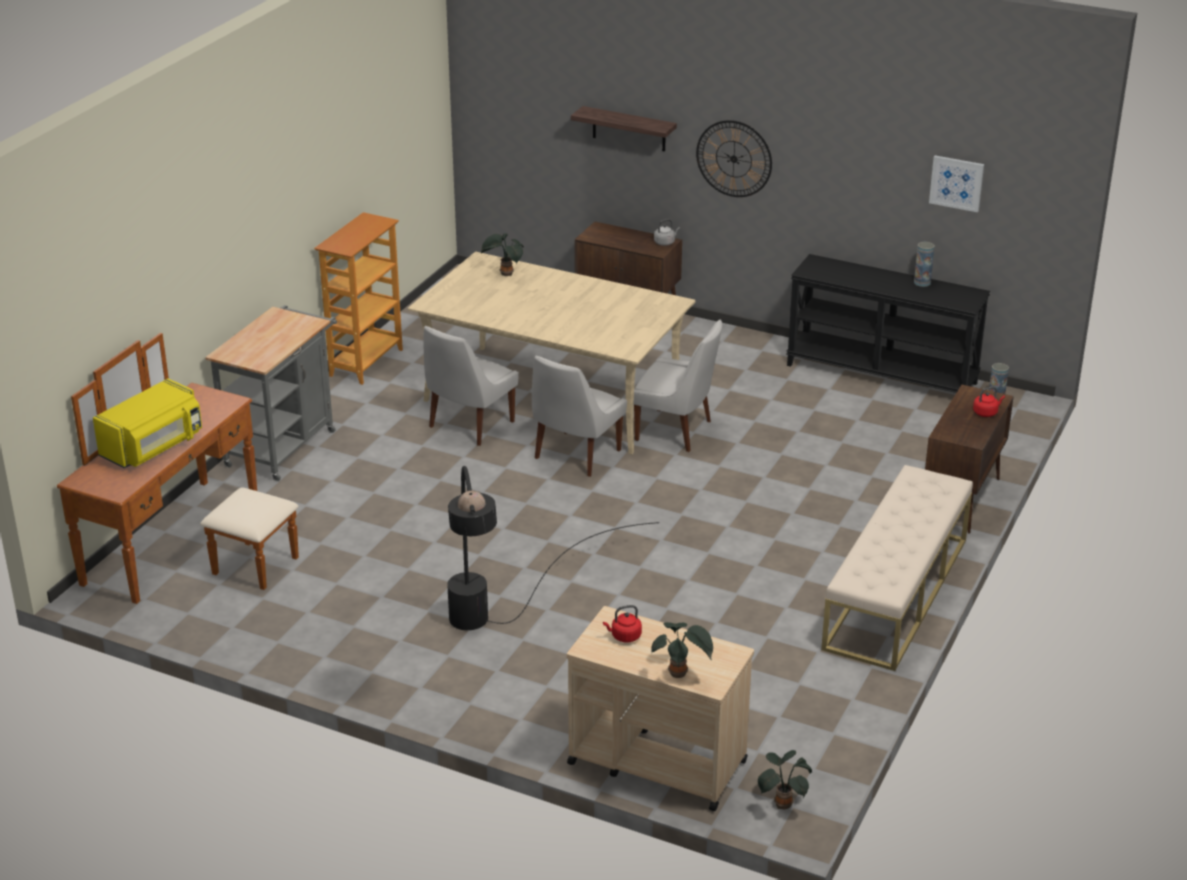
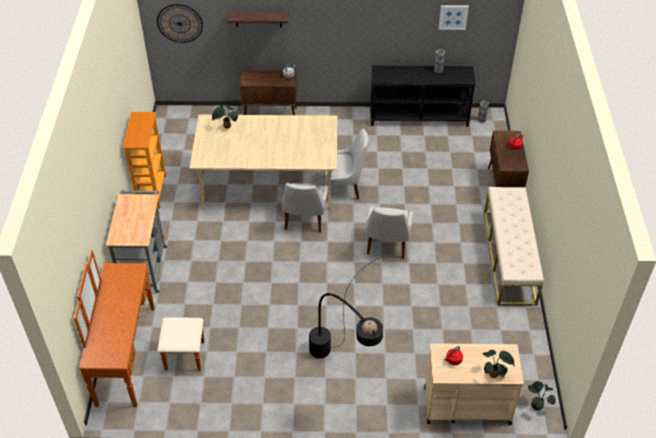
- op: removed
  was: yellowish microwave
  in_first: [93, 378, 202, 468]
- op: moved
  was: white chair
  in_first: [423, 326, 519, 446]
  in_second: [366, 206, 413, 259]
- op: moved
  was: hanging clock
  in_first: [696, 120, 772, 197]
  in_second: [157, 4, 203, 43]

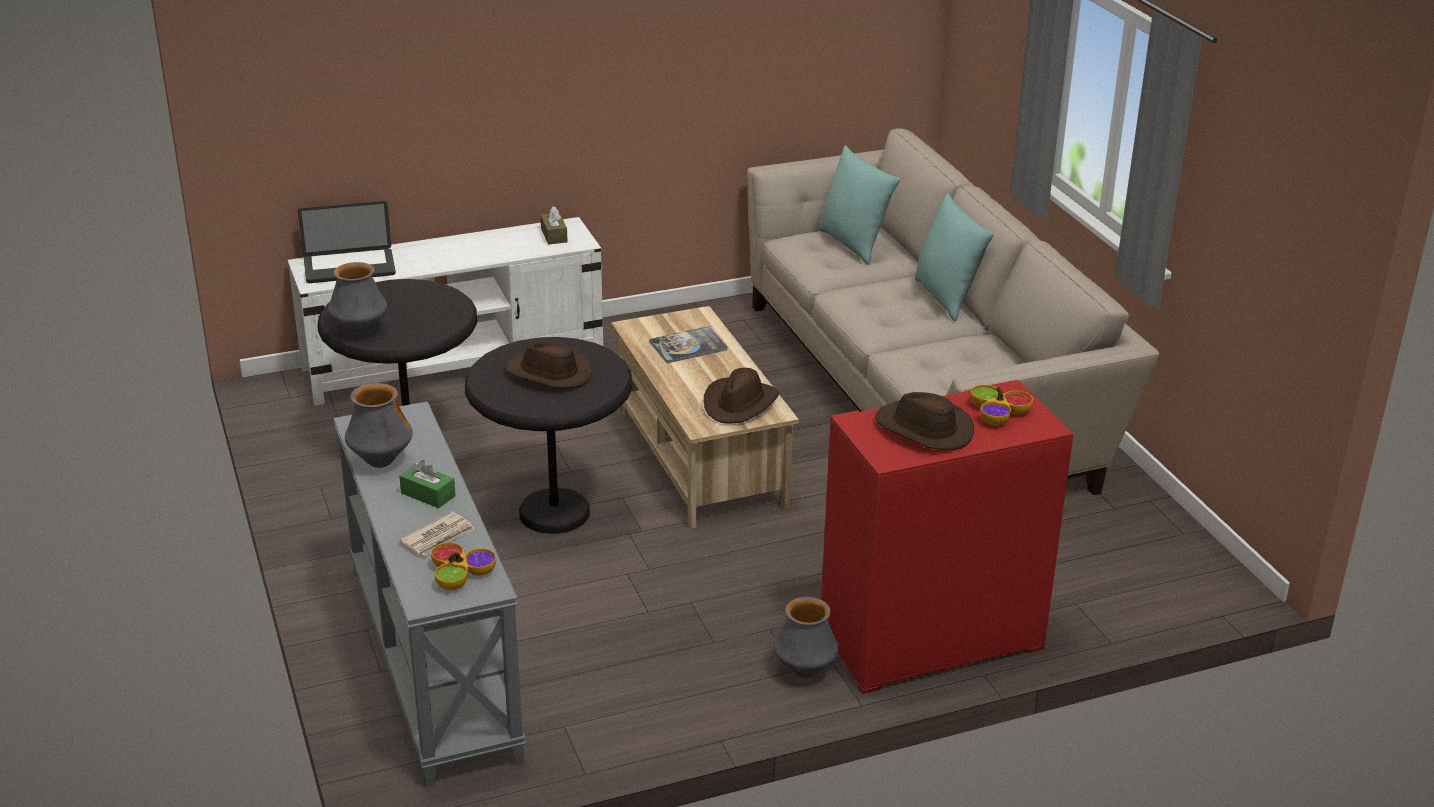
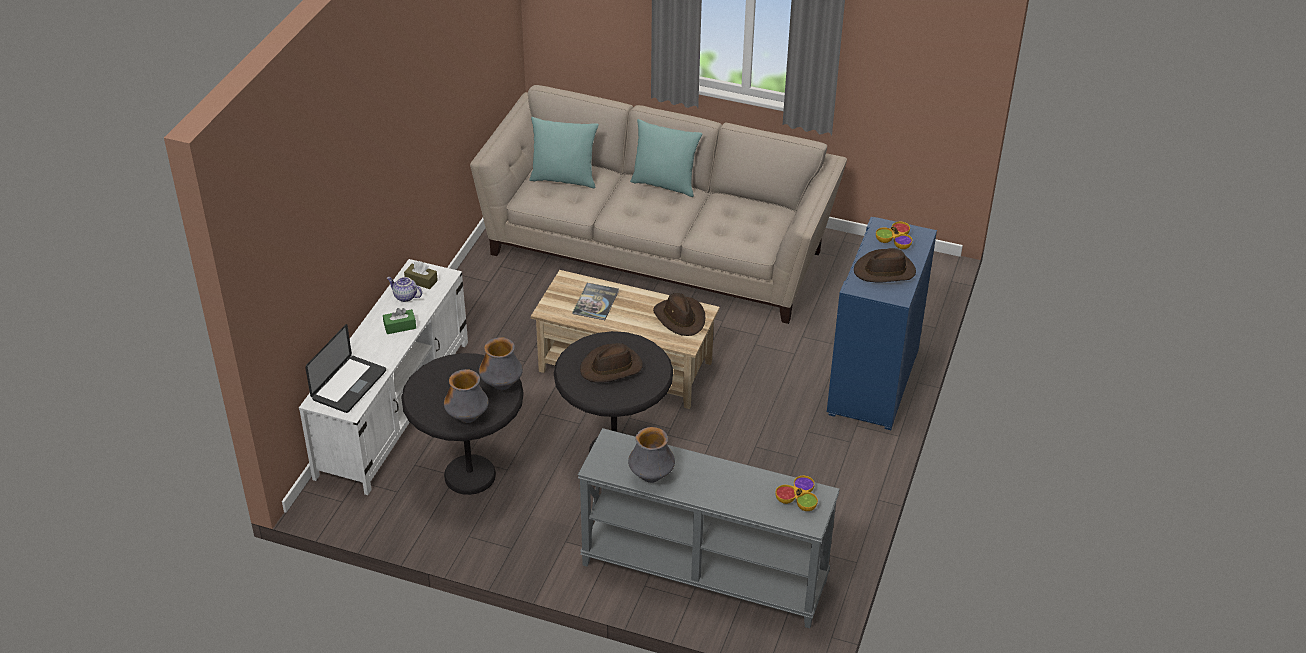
- op: removed
  was: daily paper
  in_first: [399, 512, 475, 556]
- op: added
  now: pot for tea
  in_second: [387, 277, 422, 302]
- op: moved
  was: greenish box of tissues
  in_first: [399, 460, 456, 508]
  in_second: [383, 308, 416, 334]
- op: moved
  was: decorative vase
  in_first: [773, 597, 838, 678]
  in_second: [479, 337, 523, 390]
- op: recoloured
  was: red cupboard
  now: blue cupboard
  in_first: [821, 380, 1074, 694]
  in_second: [827, 217, 937, 430]

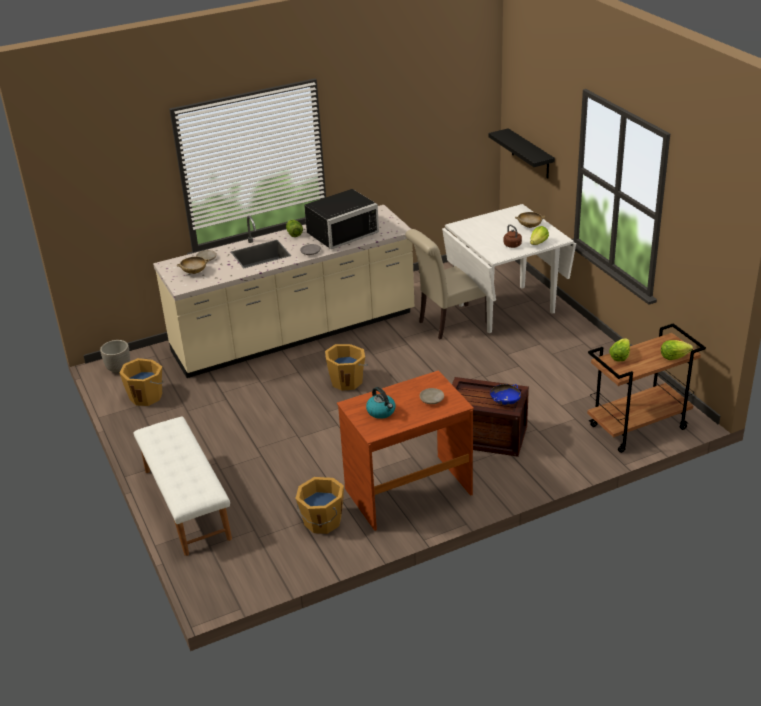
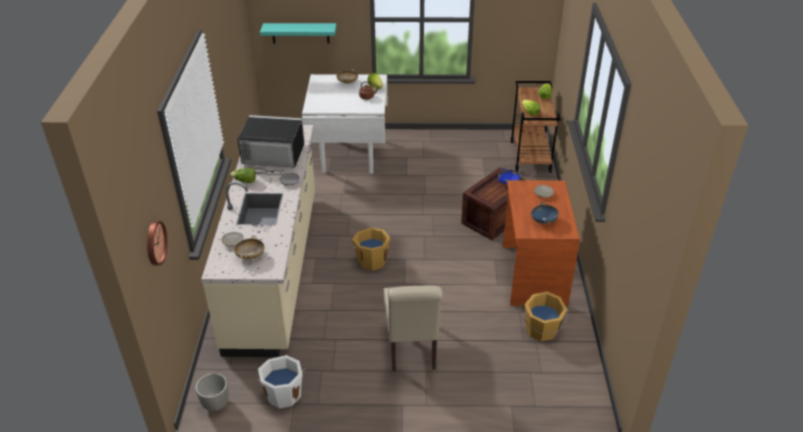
- op: removed
  was: white bench
  in_first: [134, 417, 232, 556]
- op: added
  now: hanging clock
  in_second: [147, 221, 167, 265]
- op: moved
  was: sand-coloured chair
  in_first: [405, 229, 487, 340]
  in_second: [384, 285, 443, 371]
- op: replaced
  was: tea kettle
  now: blue serving bowl
  in_first: [366, 387, 396, 419]
  in_second: [531, 202, 559, 224]
- op: recoloured
  was: orange-coloured water bucket
  now: white water bucket
  in_first: [119, 358, 164, 406]
  in_second: [255, 355, 306, 409]
- op: recoloured
  was: black-coloured shelf
  now: turquoise shelf
  in_first: [488, 128, 555, 179]
  in_second: [260, 23, 336, 44]
- op: turned
  was: black-coloured microwave
  in_first: [304, 189, 379, 249]
  in_second: [238, 115, 305, 175]
  clockwise: -75

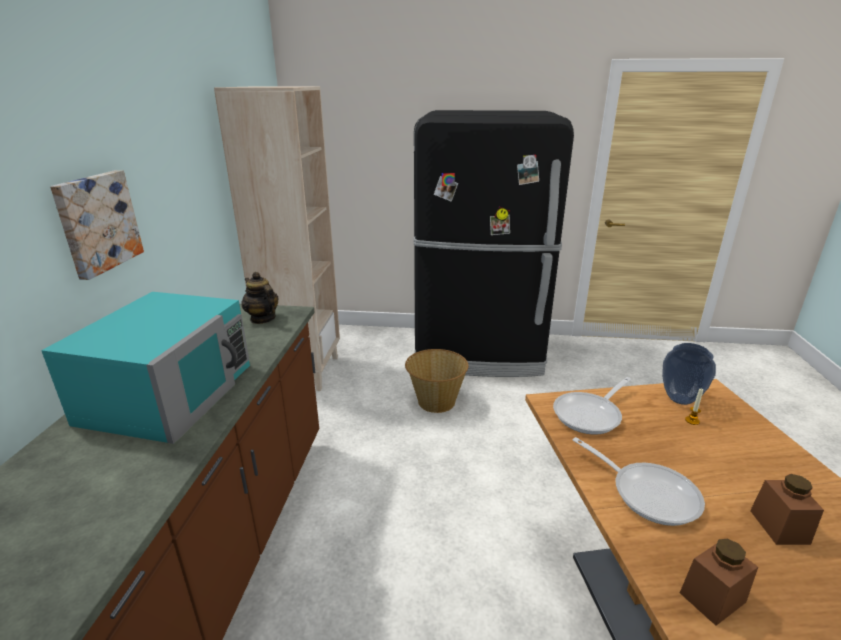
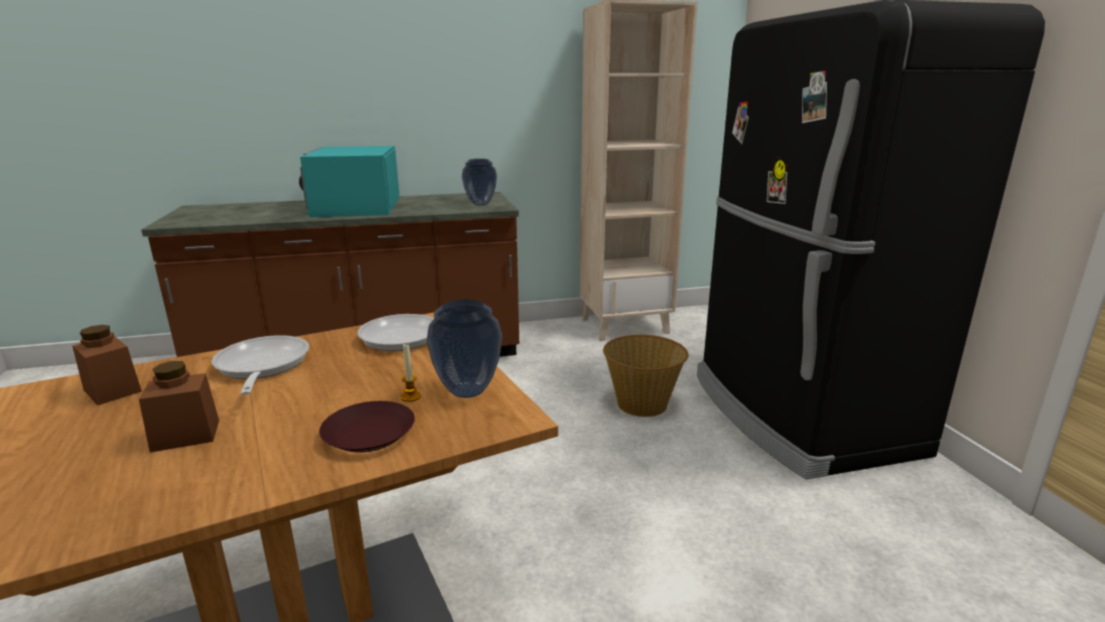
- op: removed
  was: wall art
  in_first: [50, 170, 144, 280]
- op: added
  now: brown plate
  in_second: [319, 401, 415, 453]
- op: replaced
  was: pot for tea
  now: decorative vase
  in_first: [241, 272, 279, 324]
  in_second: [462, 159, 497, 205]
- op: turned
  was: turquoise microwave
  in_first: [41, 292, 250, 444]
  in_second: [299, 146, 399, 217]
  clockwise: 90
- op: turned
  was: skillet
  in_first: [573, 437, 705, 526]
  in_second: [212, 335, 309, 395]
  clockwise: 135

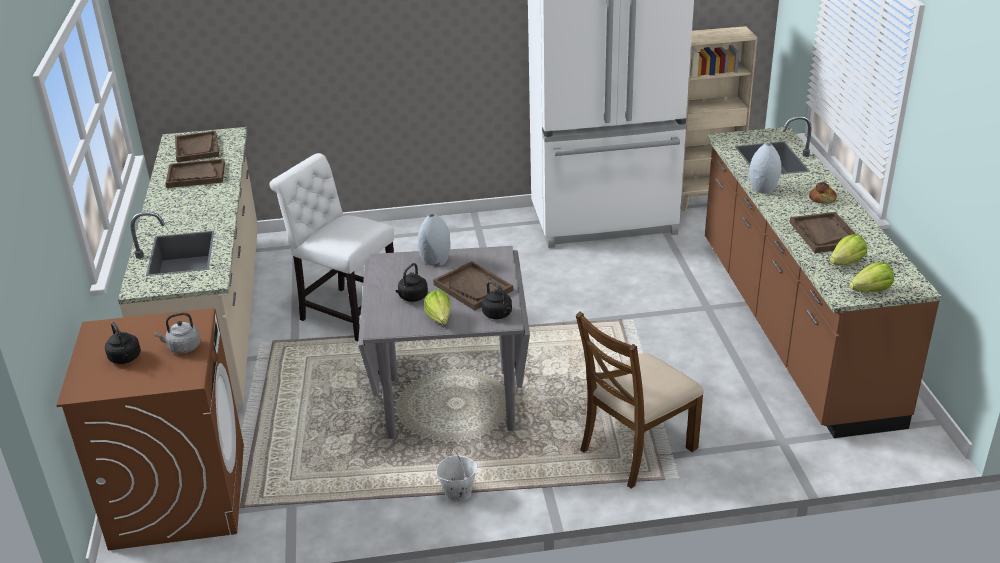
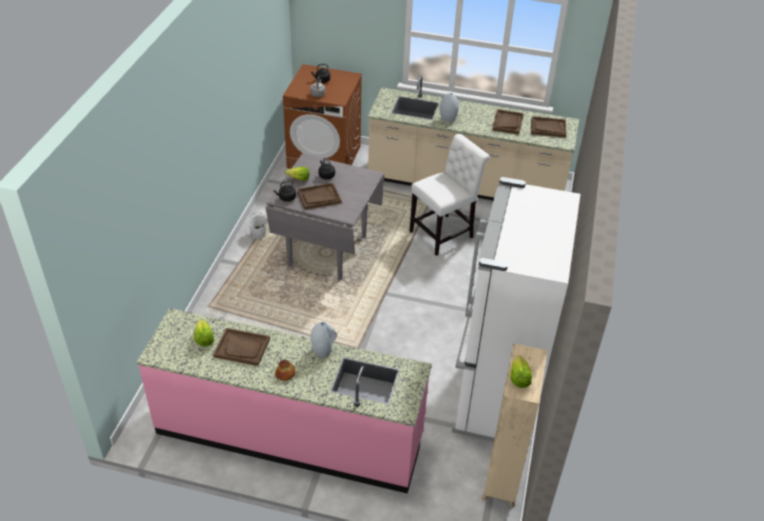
- op: removed
  was: brown chair
  in_first: [576, 312, 704, 489]
- op: moved
  was: gray decorative vase
  in_first: [418, 214, 451, 266]
  in_second: [440, 93, 459, 122]
- op: moved
  was: lettuce head
  in_first: [850, 262, 894, 292]
  in_second: [510, 355, 532, 388]
- op: recoloured
  was: brown counter
  now: pink-coloured counter
  in_first: [705, 116, 942, 438]
  in_second: [137, 308, 432, 494]

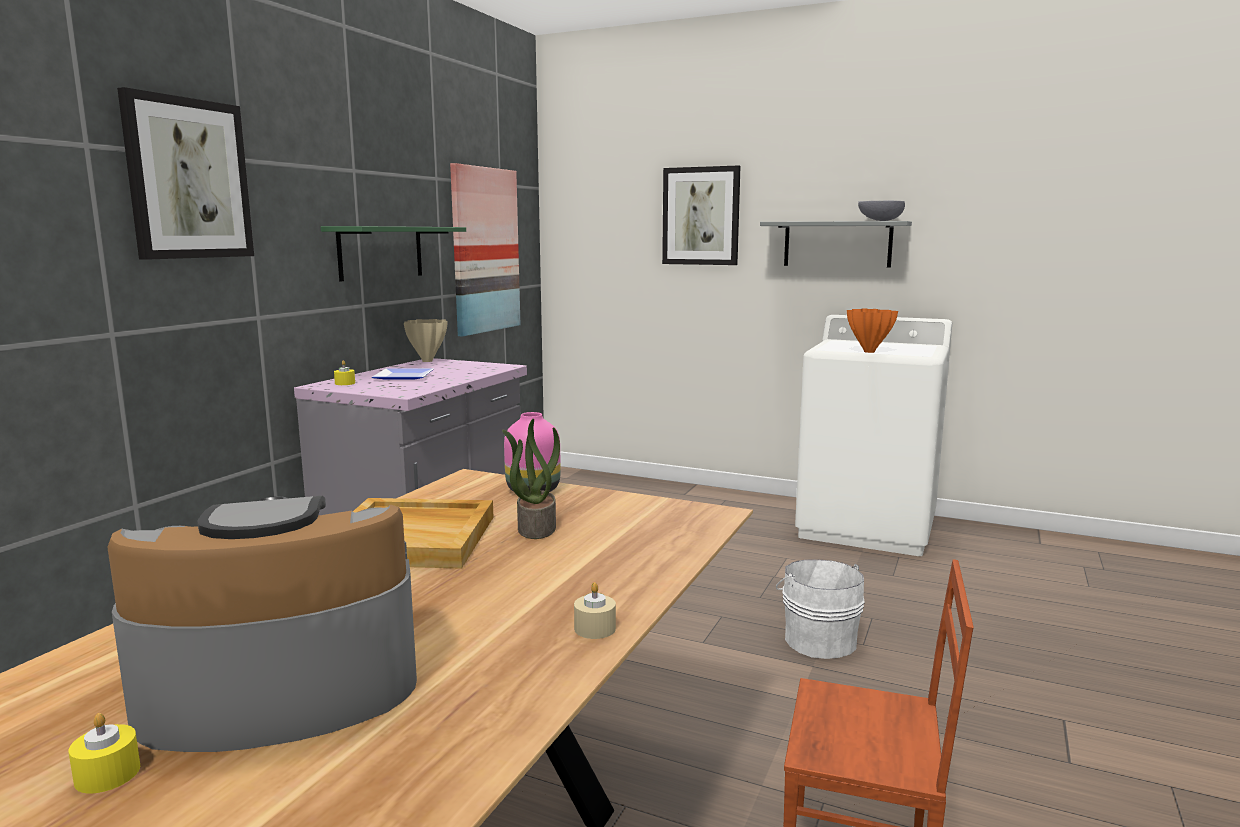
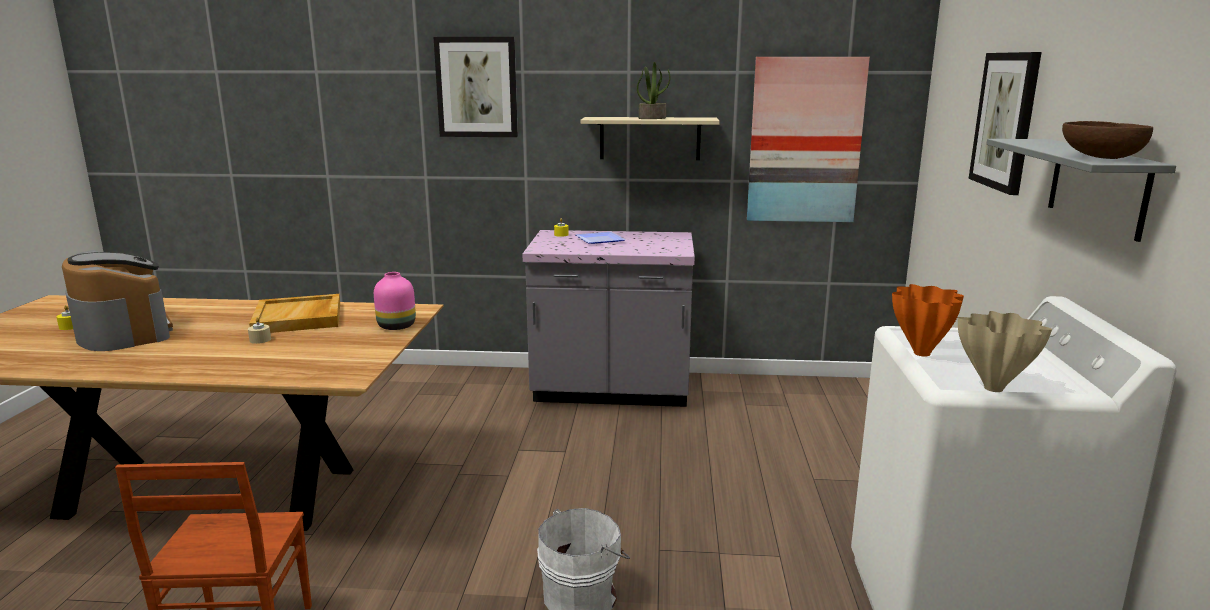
- op: moved
  was: sand-coloured decorative vase
  in_first: [404, 319, 448, 362]
  in_second: [958, 311, 1052, 392]
- op: moved
  was: plant in a pot
  in_first: [502, 419, 560, 539]
  in_second: [637, 62, 670, 119]
- op: moved
  was: sand-coloured wax candle
  in_first: [574, 582, 616, 639]
  in_second: [248, 317, 271, 344]
- op: recoloured
  was: greenish shelf
  now: sand-coloured shelf
  in_first: [321, 226, 466, 281]
  in_second: [580, 117, 720, 160]
- op: recoloured
  was: gray serving bowl
  now: brown serving bowl
  in_first: [858, 201, 905, 221]
  in_second: [1062, 121, 1153, 159]

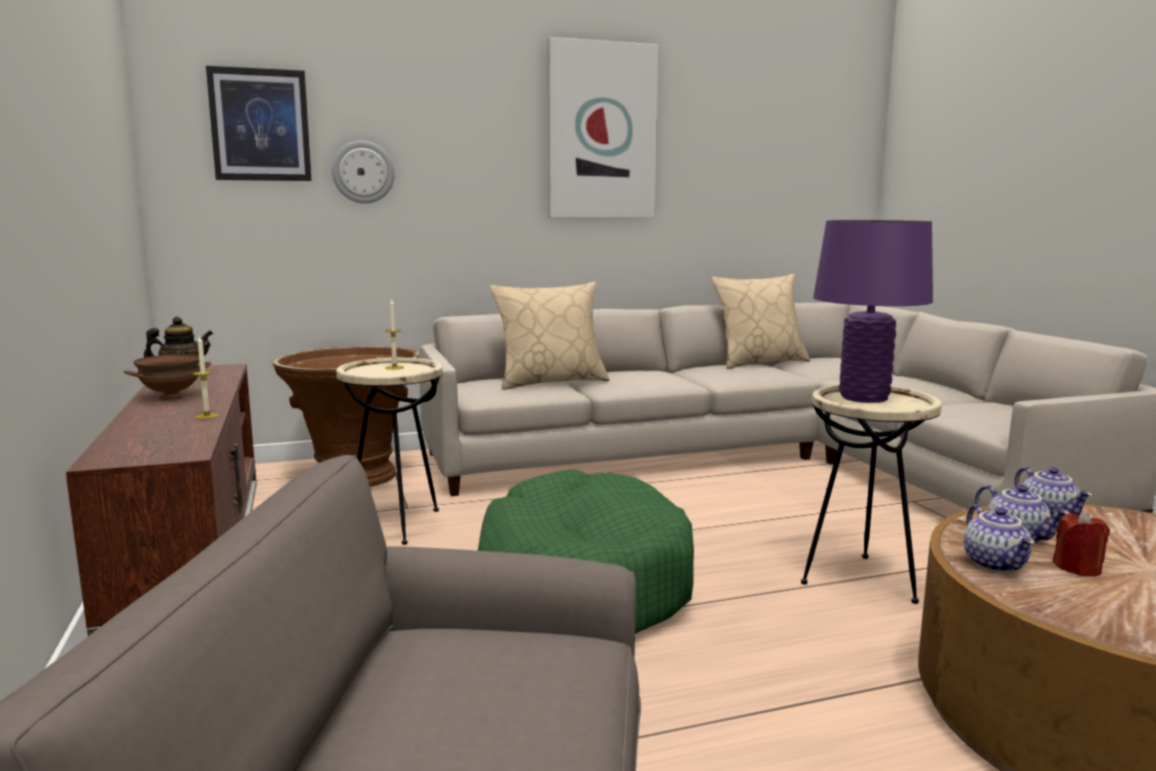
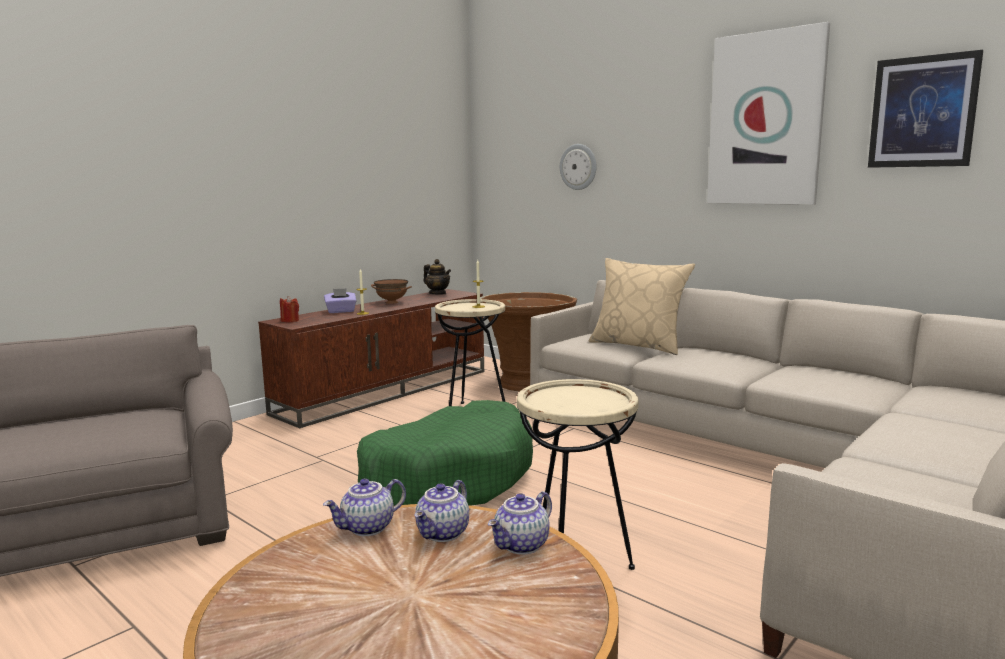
- op: removed
  was: sand-coloured throw pillow
  in_first: [712, 274, 810, 369]
- op: removed
  was: purplish tabletop lamp
  in_first: [813, 220, 933, 403]
- op: added
  now: purplish box of tissues
  in_second: [324, 288, 357, 313]
- op: moved
  was: wall art
  in_first: [206, 66, 312, 181]
  in_second: [868, 50, 983, 168]
- op: moved
  was: red wax candle
  in_first: [1053, 512, 1110, 576]
  in_second: [280, 296, 299, 322]

